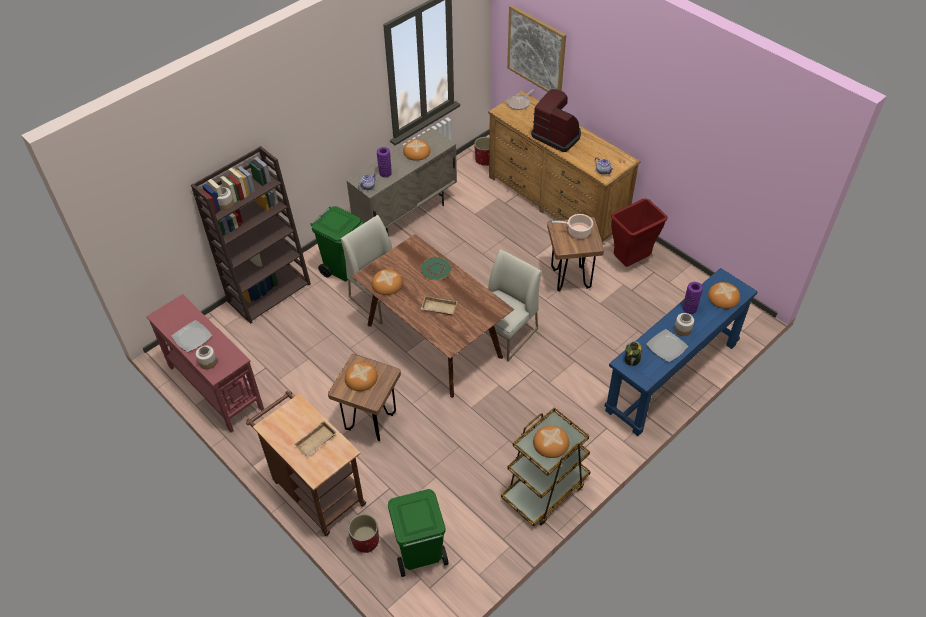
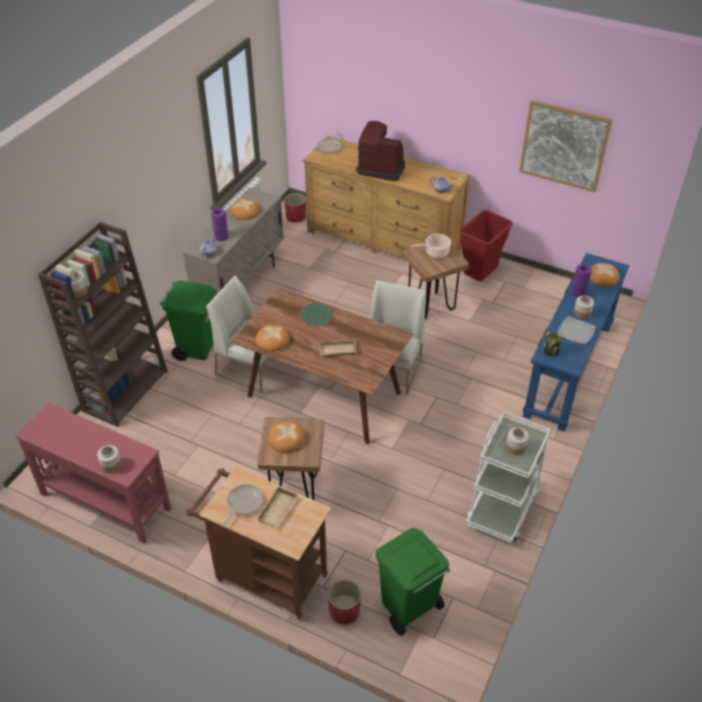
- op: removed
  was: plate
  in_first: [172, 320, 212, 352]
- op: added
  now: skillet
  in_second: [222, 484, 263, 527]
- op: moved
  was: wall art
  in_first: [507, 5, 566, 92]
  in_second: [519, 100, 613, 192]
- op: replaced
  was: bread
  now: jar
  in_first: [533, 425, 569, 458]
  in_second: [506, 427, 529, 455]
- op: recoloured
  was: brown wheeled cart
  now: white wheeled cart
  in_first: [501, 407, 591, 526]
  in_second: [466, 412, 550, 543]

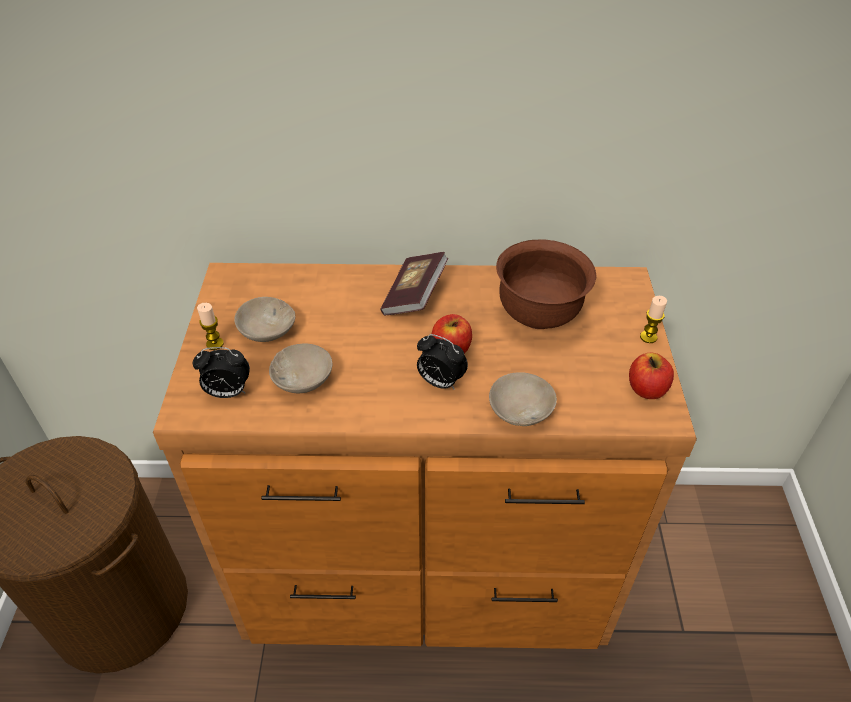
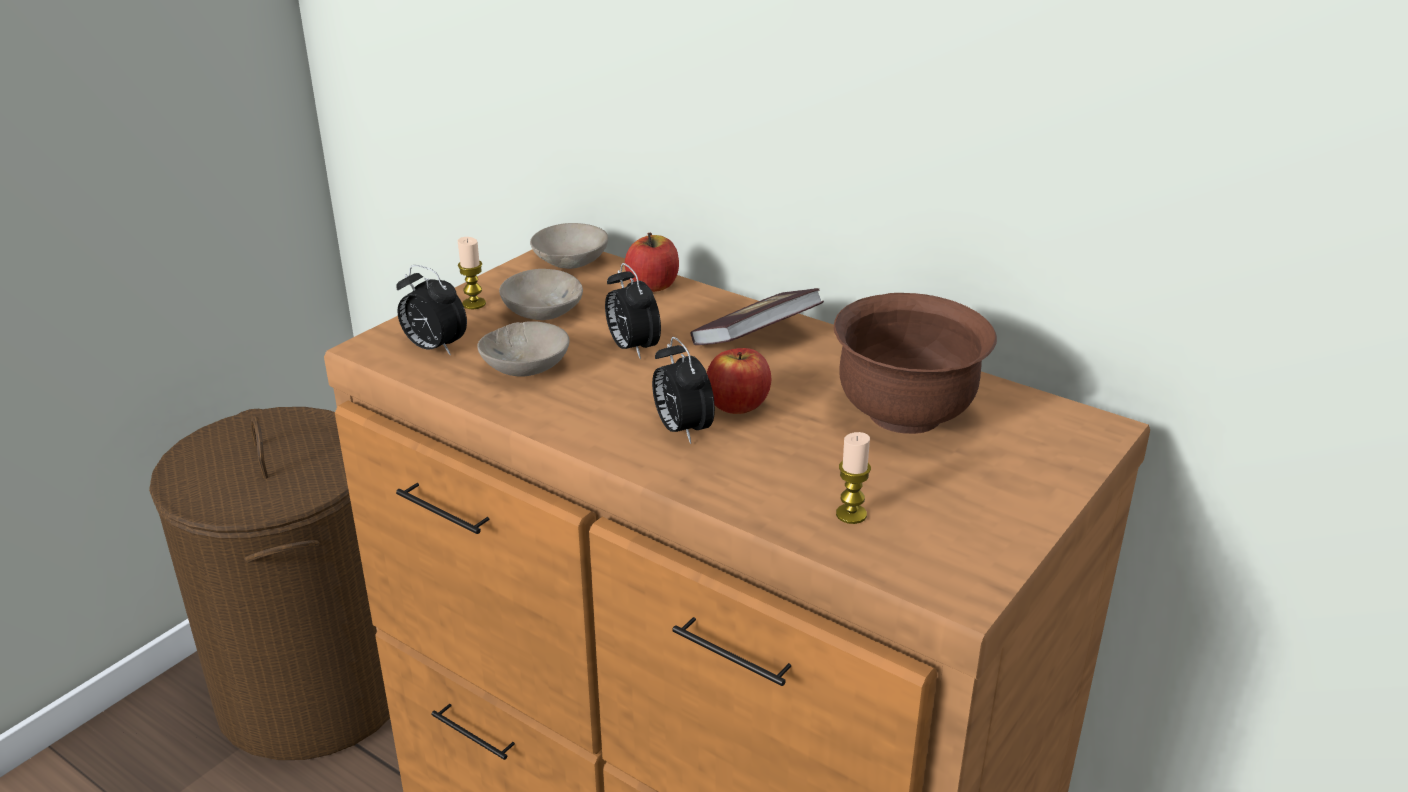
- op: added
  now: alarm clock
  in_second: [605, 263, 661, 359]
- op: moved
  was: sand-coloured serving bowl
  in_first: [489, 372, 557, 426]
  in_second: [530, 223, 608, 269]
- op: moved
  was: apple fruit
  in_first: [629, 353, 674, 399]
  in_second: [625, 233, 679, 292]
- op: moved
  was: wax candle
  in_first: [640, 296, 667, 343]
  in_second: [836, 432, 871, 524]

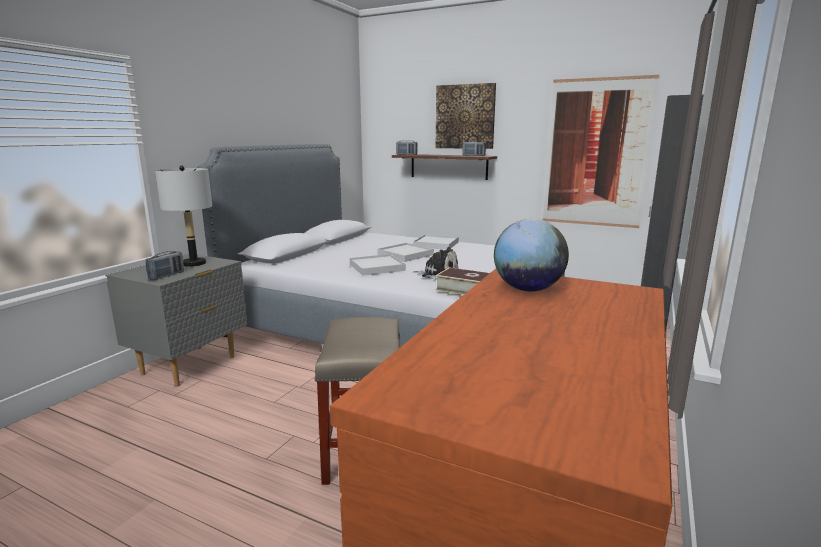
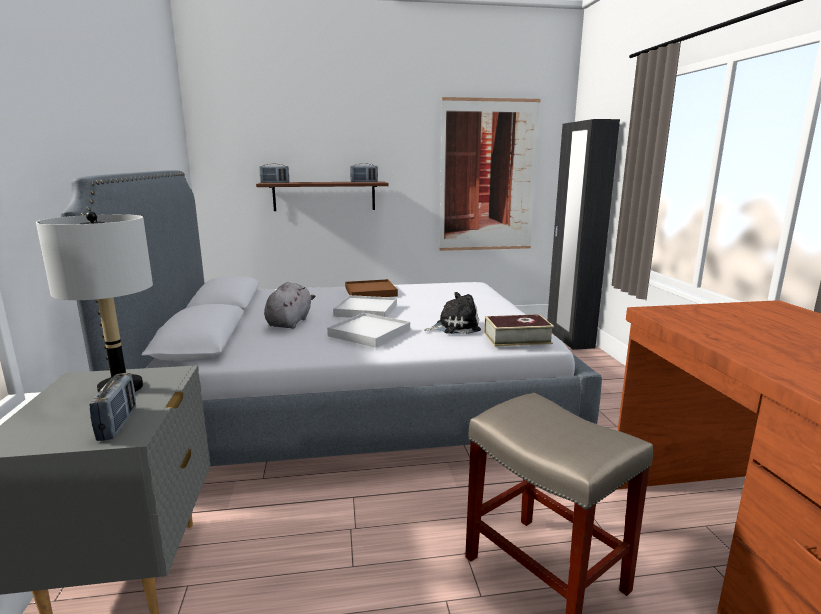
- op: removed
  was: wall art
  in_first: [435, 83, 496, 149]
- op: removed
  was: world globe
  in_first: [494, 219, 569, 291]
- op: added
  now: gray cuddly toy
  in_second: [264, 282, 315, 329]
- op: recoloured
  was: white carrying tray
  now: brown carrying tray
  in_first: [413, 234, 459, 250]
  in_second: [345, 279, 398, 297]

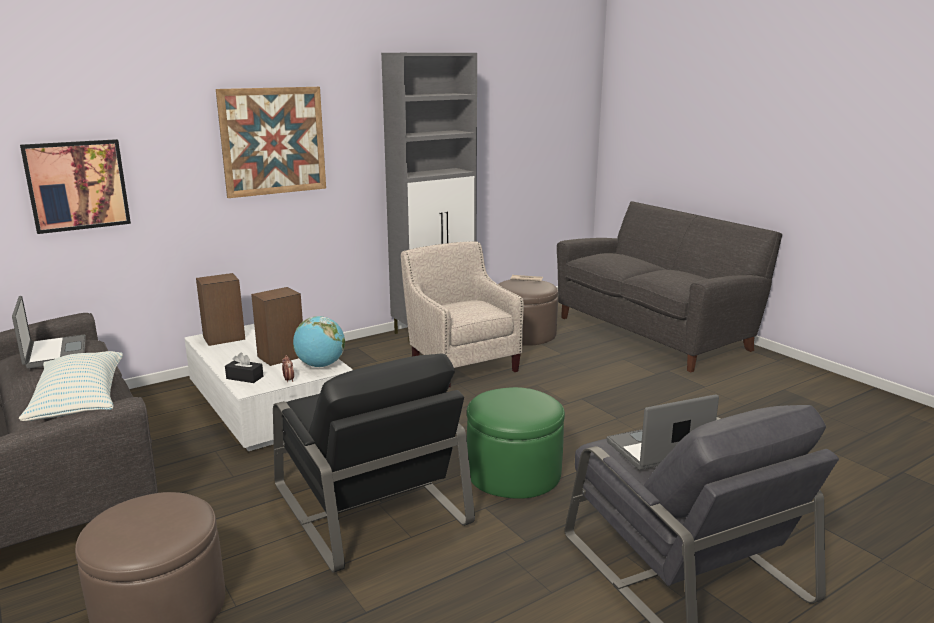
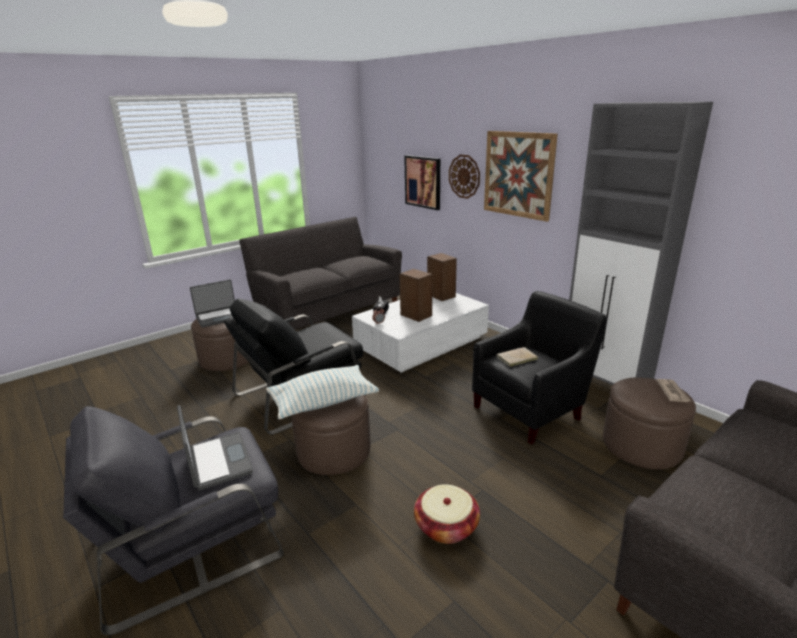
- op: removed
  was: world globe
  in_first: [293, 316, 345, 367]
- op: added
  now: storage basket
  in_second: [414, 484, 480, 544]
- op: added
  now: hanging clock
  in_second: [449, 154, 480, 199]
- op: added
  now: sand-coloured volume
  in_second: [497, 347, 538, 367]
- op: moved
  was: laptop
  in_first: [12, 296, 86, 369]
  in_second: [190, 280, 235, 328]
- op: moved
  was: throw pillow
  in_first: [19, 351, 123, 421]
  in_second: [266, 365, 379, 419]
- op: recoloured
  was: sand-coloured armchair
  now: black-coloured armchair
  in_first: [401, 241, 524, 387]
  in_second: [472, 291, 607, 445]
- op: recoloured
  was: greenish pouffe
  now: brown pouffe
  in_first: [467, 387, 565, 499]
  in_second: [291, 395, 370, 475]

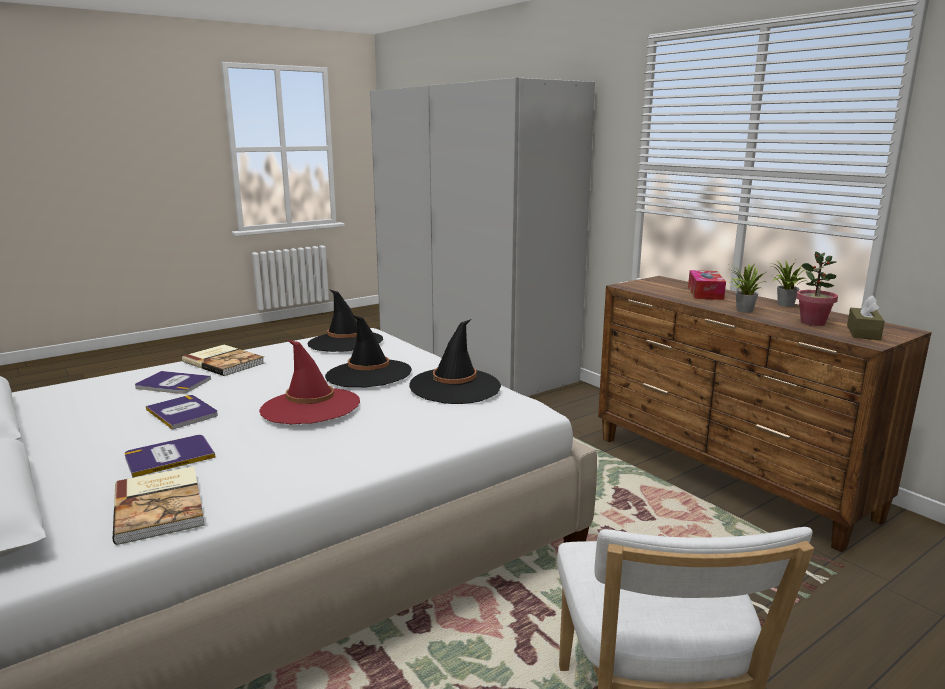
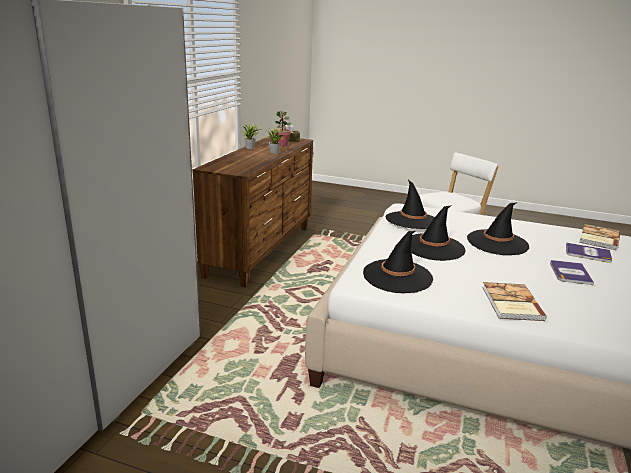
- op: removed
  was: volume
  in_first: [135, 371, 211, 394]
- op: removed
  was: box of tissues
  in_first: [688, 270, 726, 300]
- op: recoloured
  was: red wearable hat
  now: black-coloured wearable hat
  in_first: [259, 340, 360, 424]
  in_second: [467, 202, 529, 255]

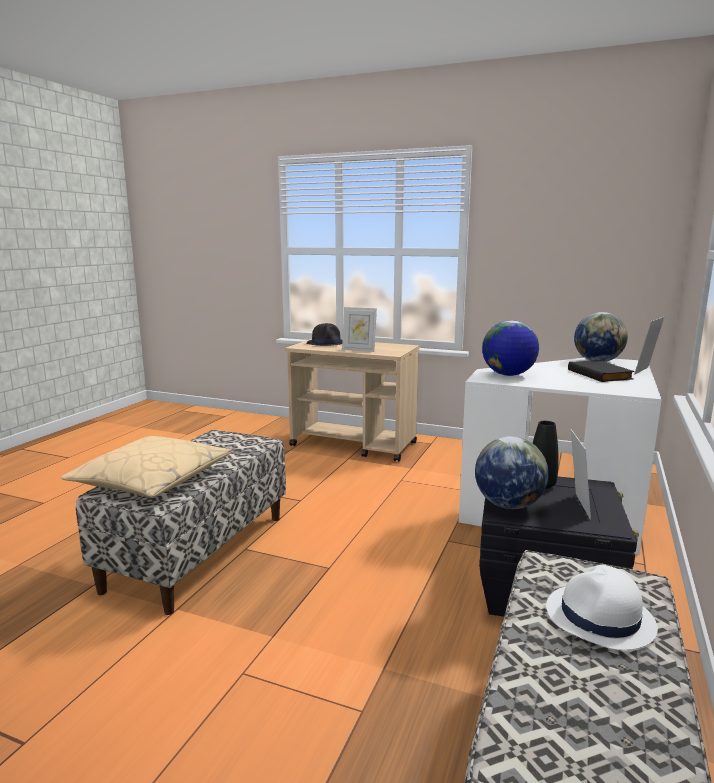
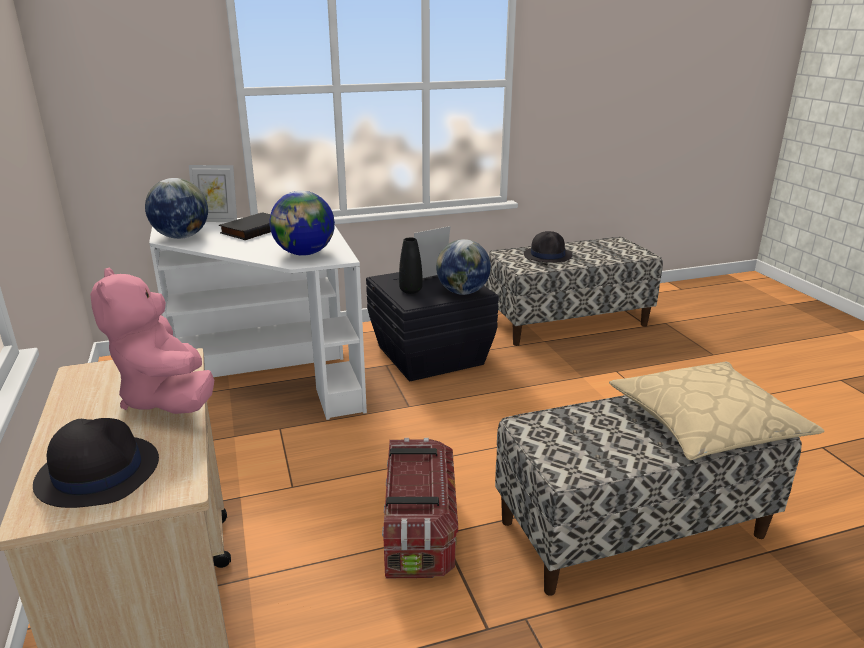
- op: added
  now: storage bin
  in_second: [382, 438, 458, 578]
- op: replaced
  was: picture frame
  now: pink-coloured cuddly toy
  in_first: [342, 307, 377, 352]
  in_second: [90, 267, 214, 414]
- op: recoloured
  was: white wearable hat
  now: black-coloured wearable hat
  in_first: [546, 565, 658, 650]
  in_second: [524, 231, 573, 263]

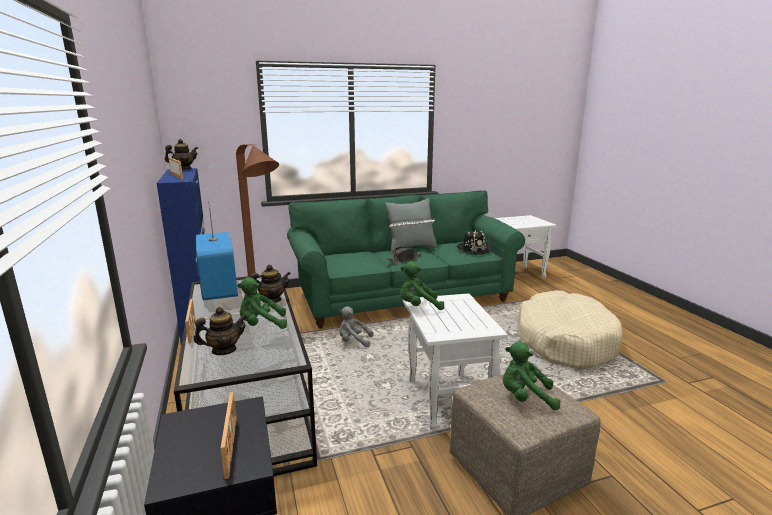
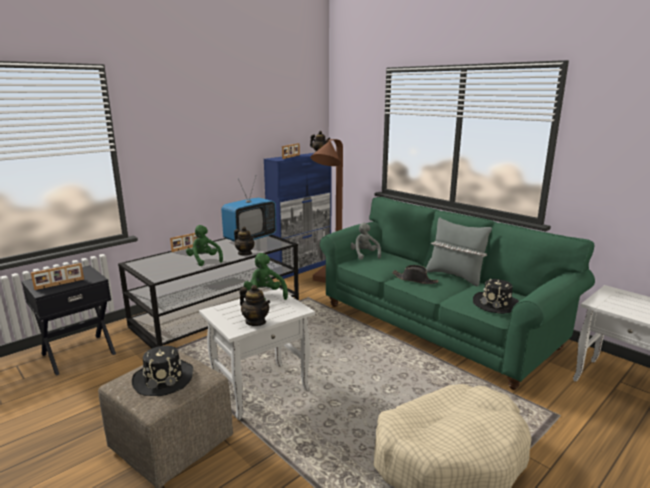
- op: moved
  was: pot for tea
  in_first: [194, 307, 248, 355]
  in_second: [240, 285, 270, 326]
- op: moved
  was: gray cuddly toy
  in_first: [339, 306, 373, 347]
  in_second: [351, 223, 381, 260]
- op: replaced
  was: greenish cuddly toy
  now: black-coloured wearable hat
  in_first: [503, 341, 561, 410]
  in_second: [132, 346, 193, 396]

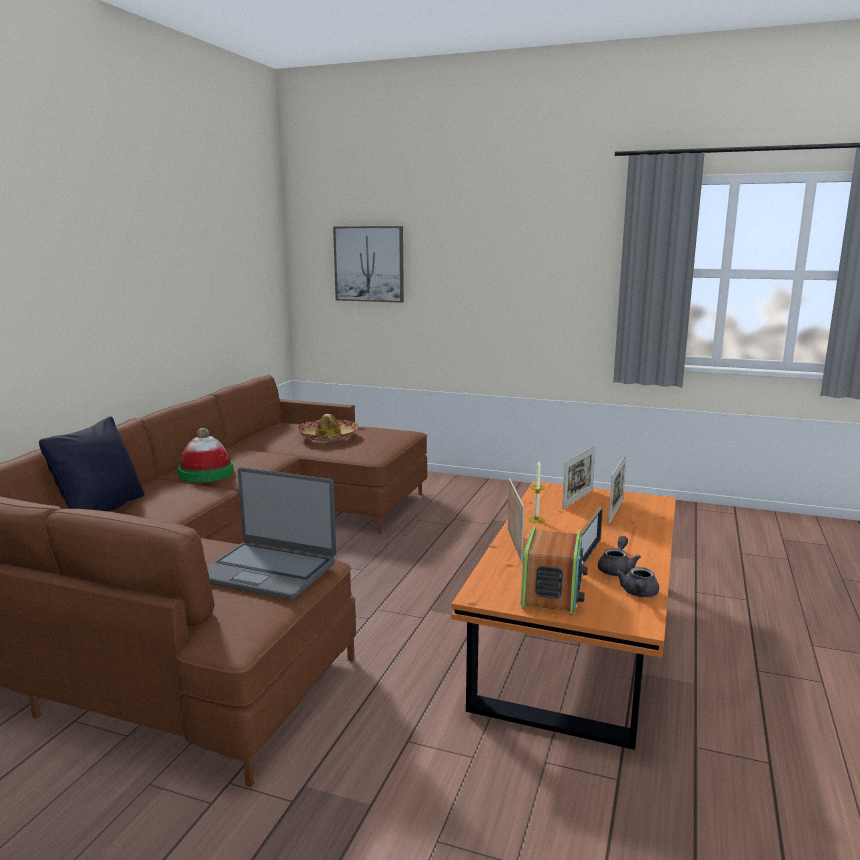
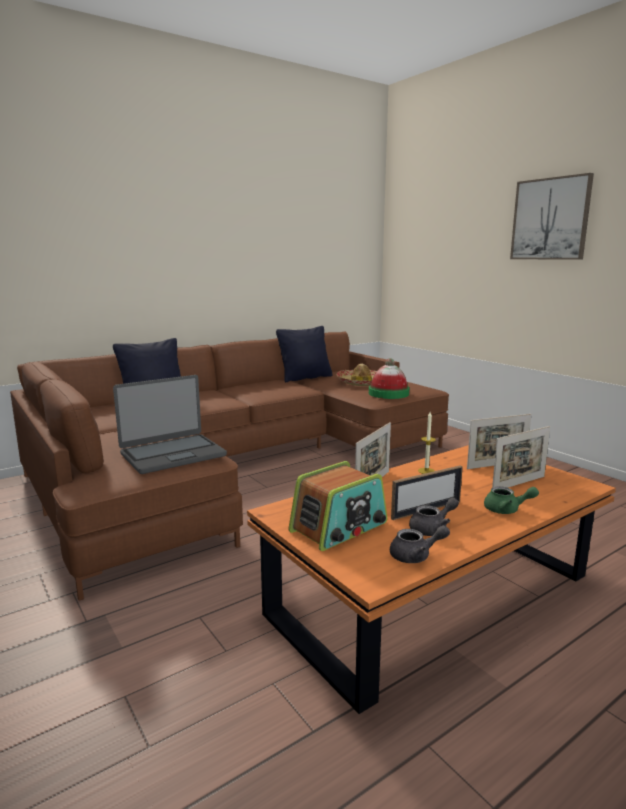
- op: added
  now: black-coloured throw pillow
  in_second: [276, 326, 333, 382]
- op: added
  now: greenish pot for tea
  in_second: [484, 486, 539, 514]
- op: moved
  was: wearable hat
  in_first: [178, 428, 234, 482]
  in_second: [369, 358, 409, 399]
- op: moved
  was: wall art
  in_first: [333, 226, 404, 303]
  in_second: [510, 173, 594, 260]
- op: turned
  was: laptop
  in_first: [207, 467, 336, 600]
  in_second: [113, 375, 227, 474]
  clockwise: -90
- op: turned
  was: gray pot for tea
  in_first: [615, 567, 659, 597]
  in_second: [390, 525, 450, 563]
  clockwise: -150

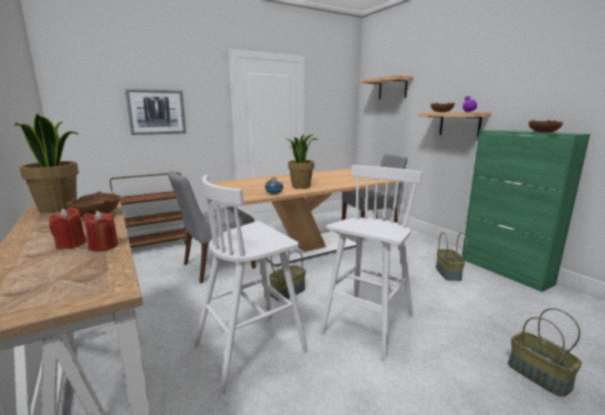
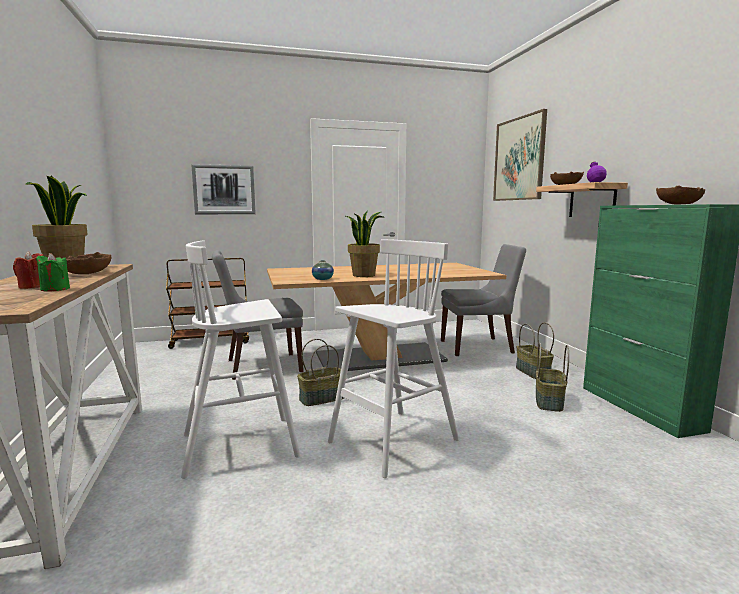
- op: moved
  was: storage basket
  in_first: [508, 308, 582, 397]
  in_second: [516, 322, 554, 379]
- op: replaced
  was: shelf
  now: wall art
  in_first: [360, 75, 413, 99]
  in_second: [493, 109, 547, 201]
- op: recoloured
  was: red wax candle
  now: greenish wax candle
  in_first: [83, 210, 118, 252]
  in_second: [36, 253, 70, 291]

